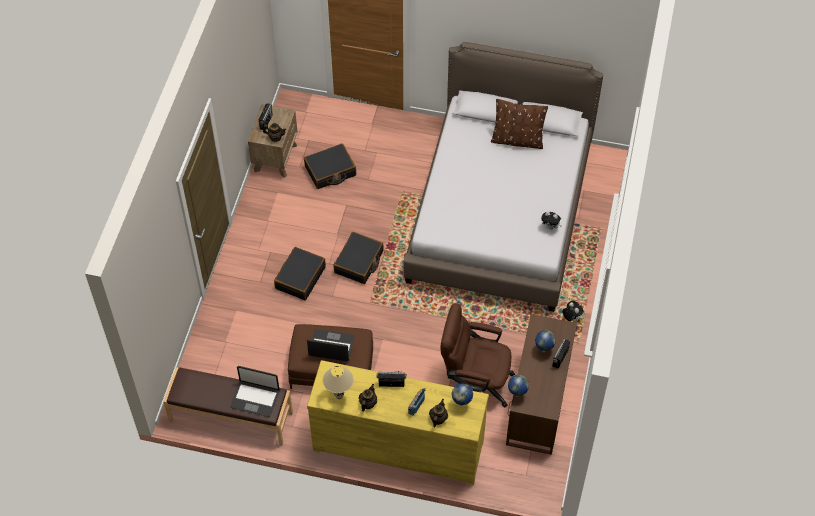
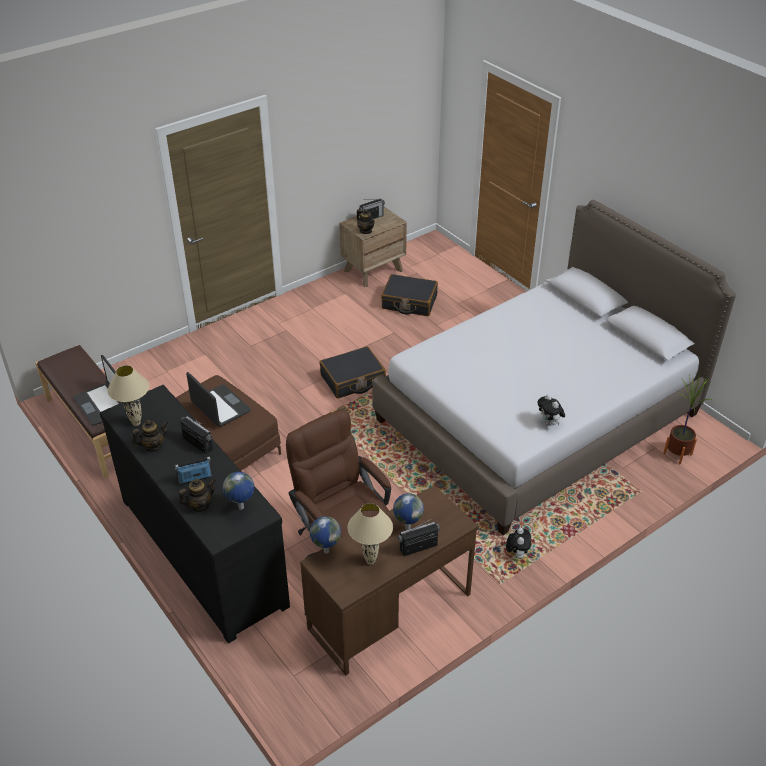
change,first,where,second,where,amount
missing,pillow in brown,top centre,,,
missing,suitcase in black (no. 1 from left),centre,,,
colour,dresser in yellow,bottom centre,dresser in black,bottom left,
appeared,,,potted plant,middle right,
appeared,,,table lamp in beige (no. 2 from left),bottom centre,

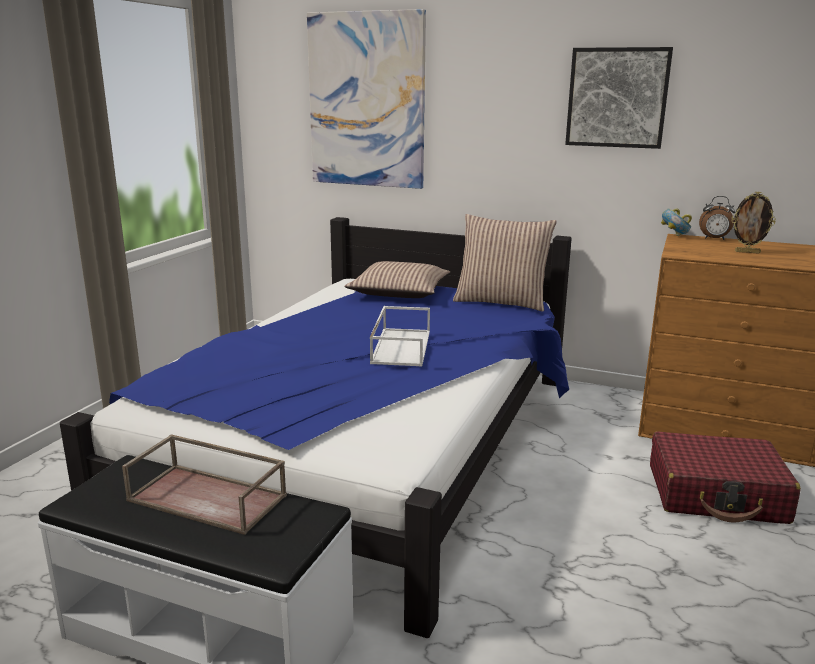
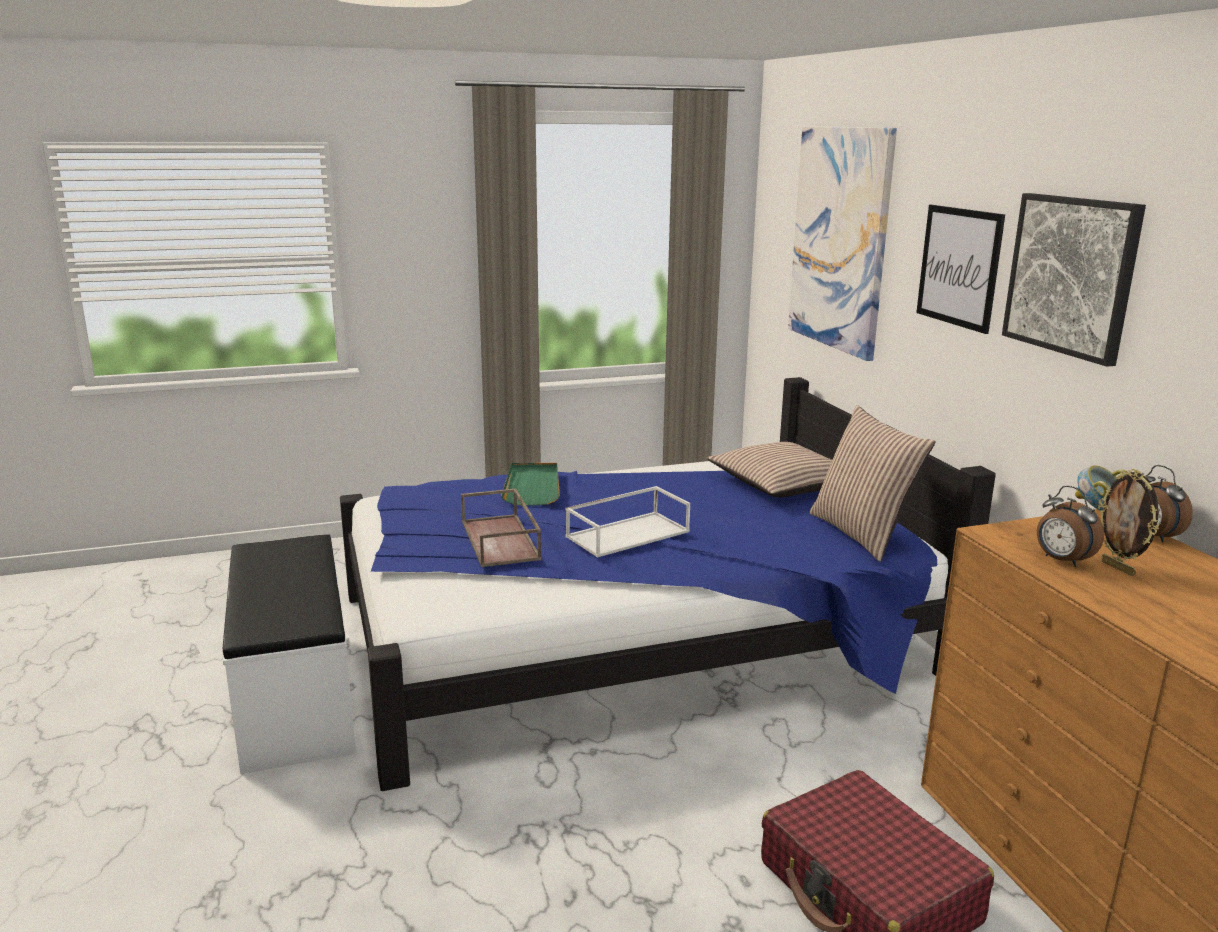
change,first,where,second,where,amount
relocated,tray in brown,bottom left,,centre,
appeared,,,picture (no. 2 from left),top right,
appeared,,,tray in green,centre,
appeared,,,alarm clock (no. 1 from left),middle right,

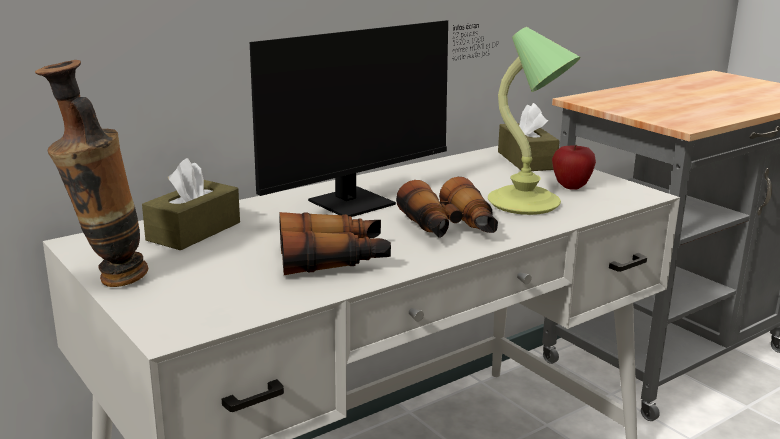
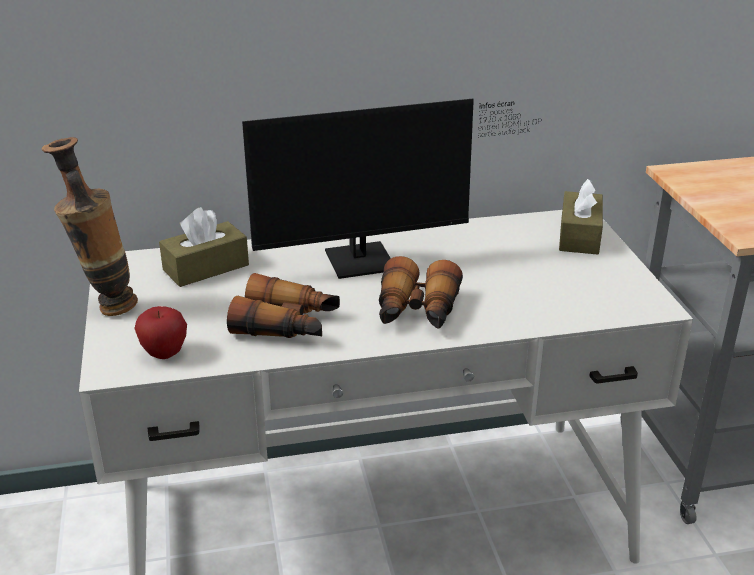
change,first,where,second,where,amount
missing,table lamp,top right,,,
relocated,apple,middle right,,middle left,

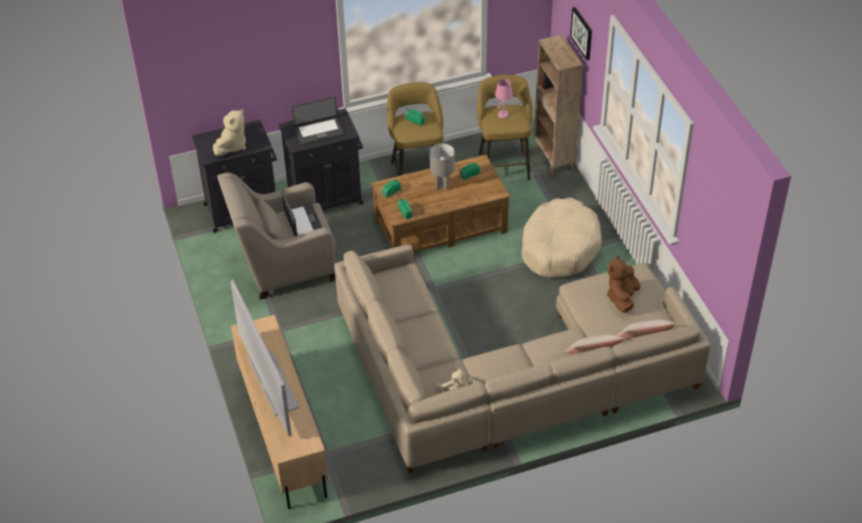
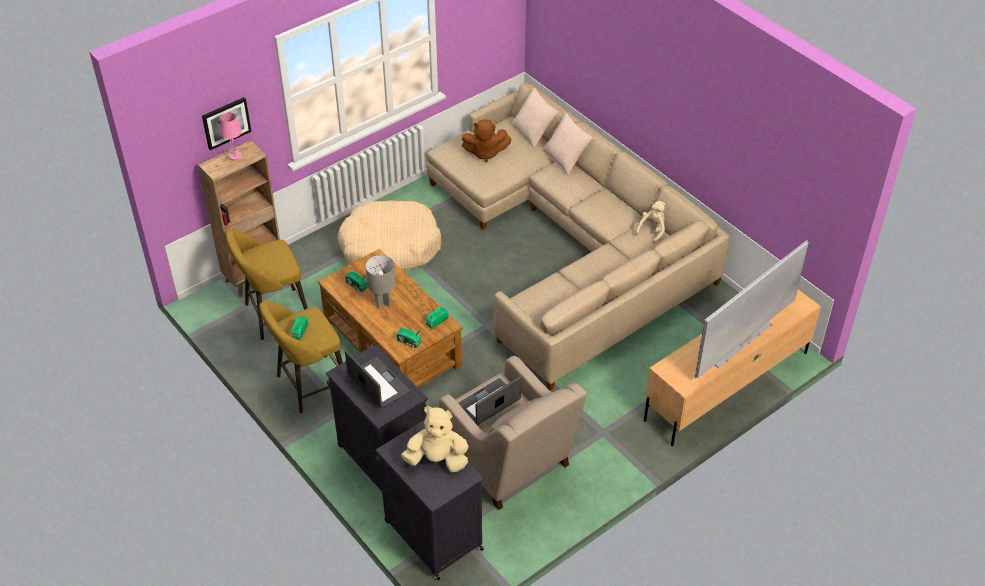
change,first,where,second,where,amount
relocated,table lamp in pink,top centre,,top left,

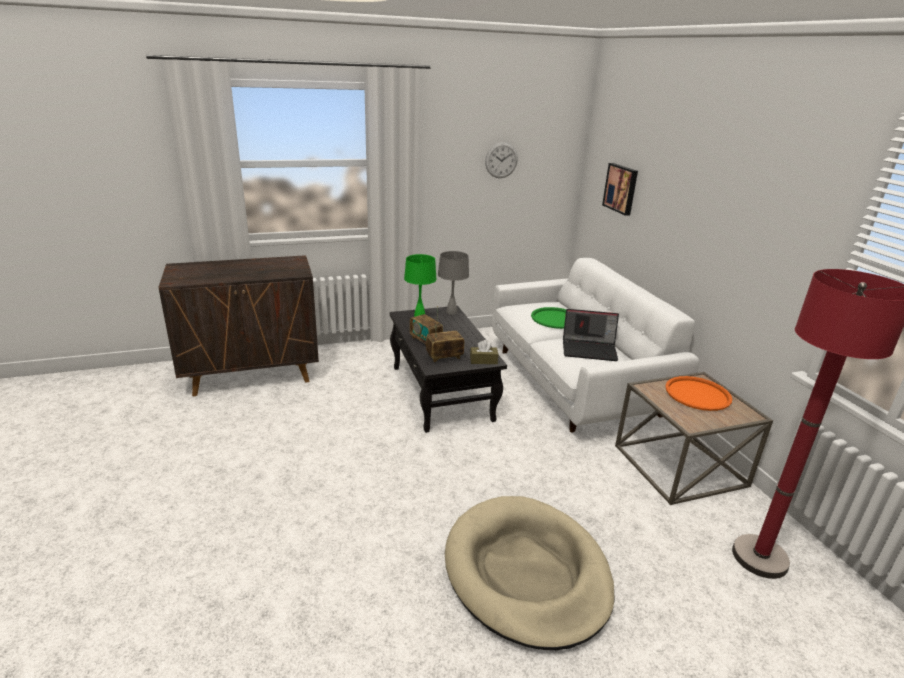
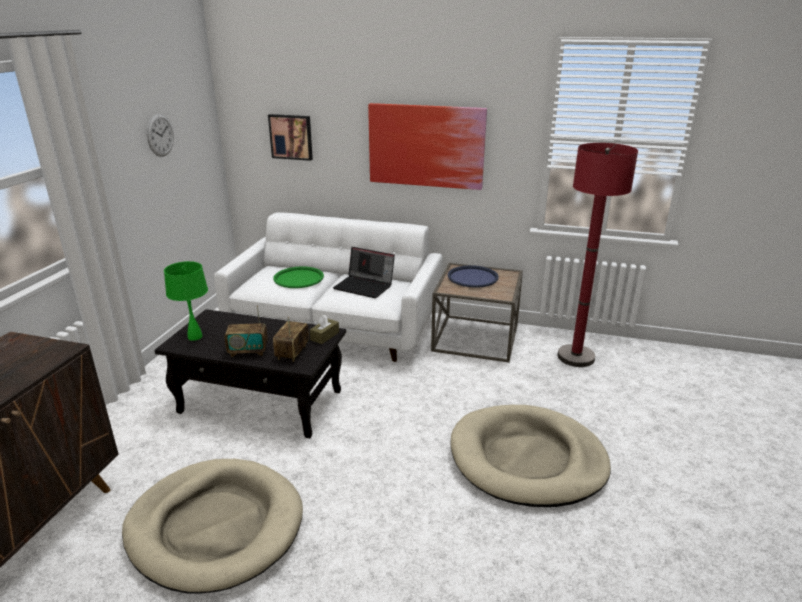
change,first,where,second,where,amount
missing,table lamp in grey,centre,,,
spun,laptop,centre,,centre,75 degrees clockwise
colour,tray in orange,middle right,tray in blue,centre,
appeared,,,picture (no. 2 from left),top centre,
appeared,,,dog bed in beige (no. 1 from left),bottom left,

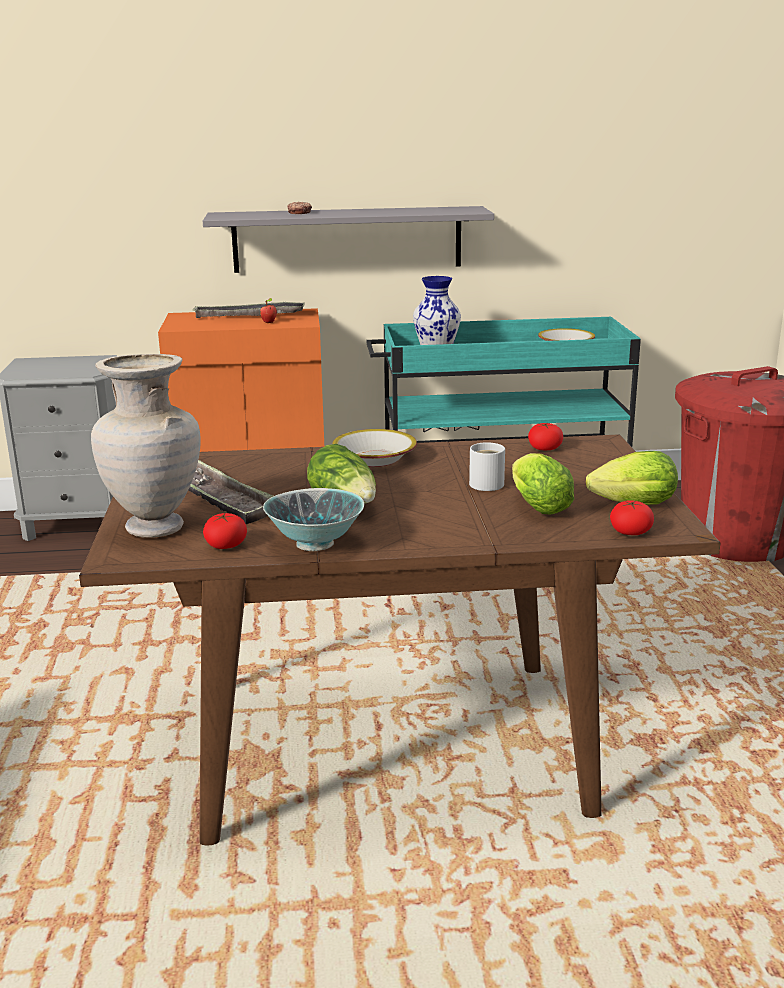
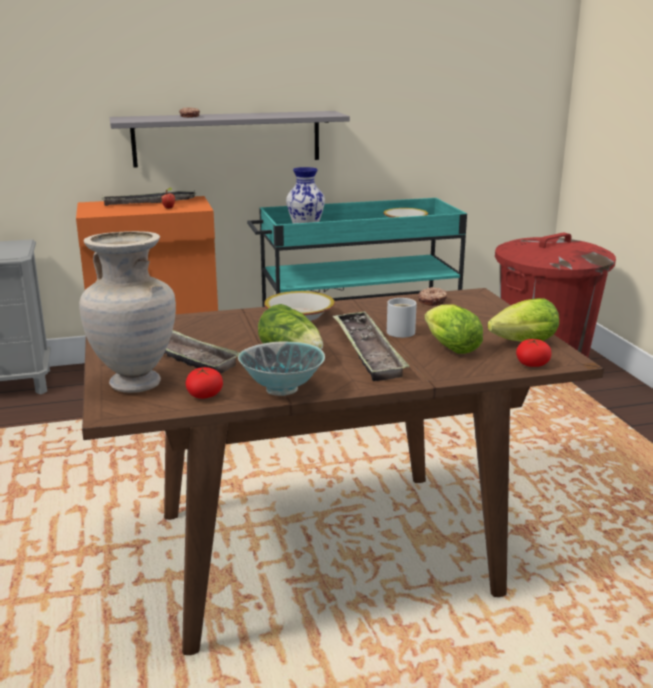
change,first,where,second,where,amount
exchanged,tomato (no. 2 from left),middle right,donut (no. 2 from left),centre,
appeared,,,tray (no. 3 from left),centre,

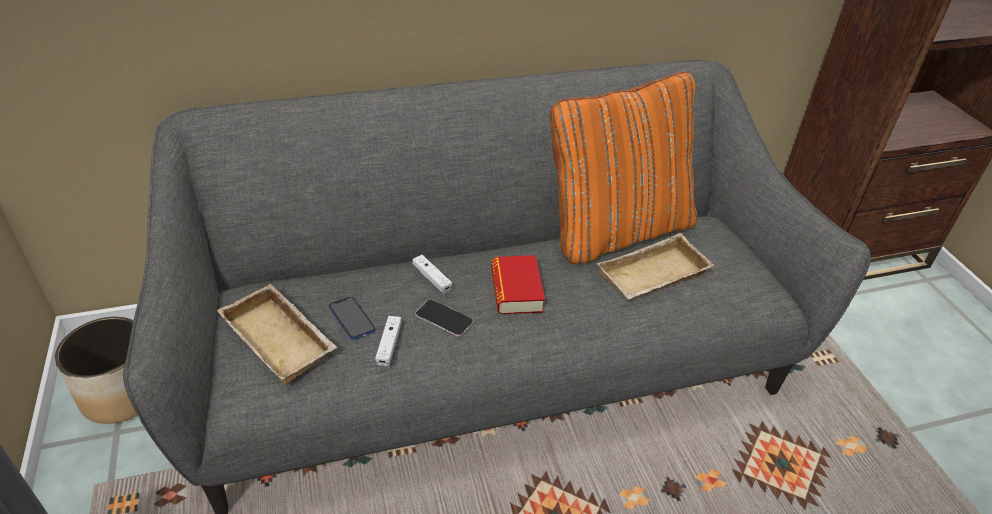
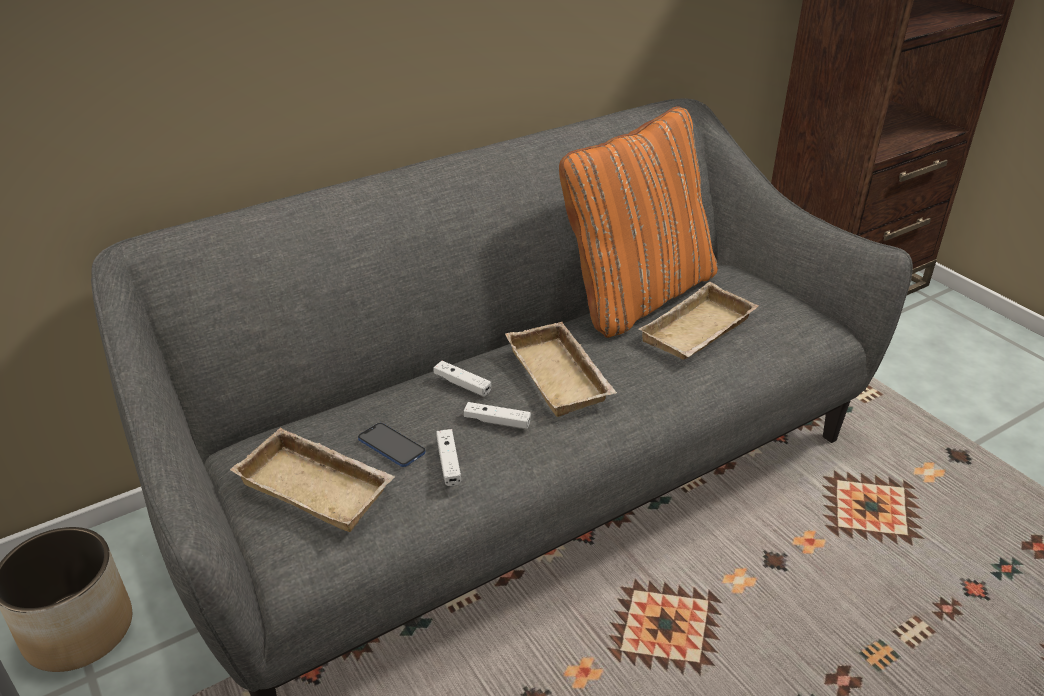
change,first,where,second,where,amount
exchanged,book,centre,tray in beige (no. 2 from left),centre,
exchanged,phone (no. 2 from left),centre,game controller in white (no. 3 from left),centre,

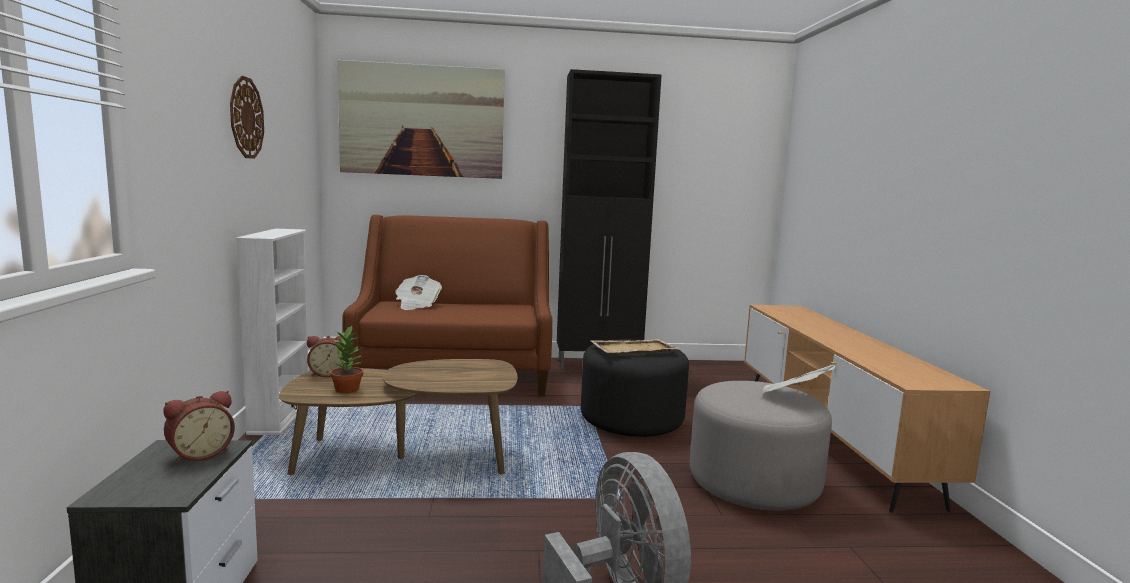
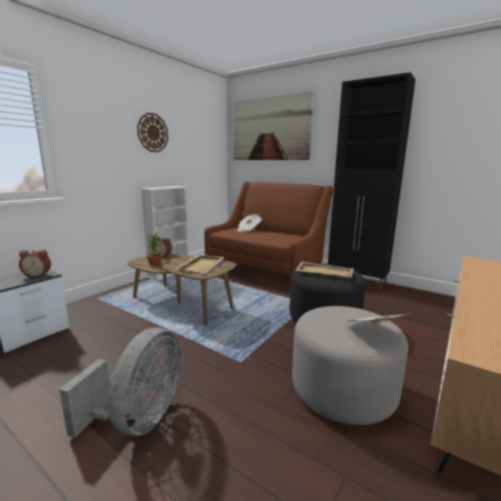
change,first,where,second,where,amount
appeared,,,tray in beige (no. 1 from left),centre,

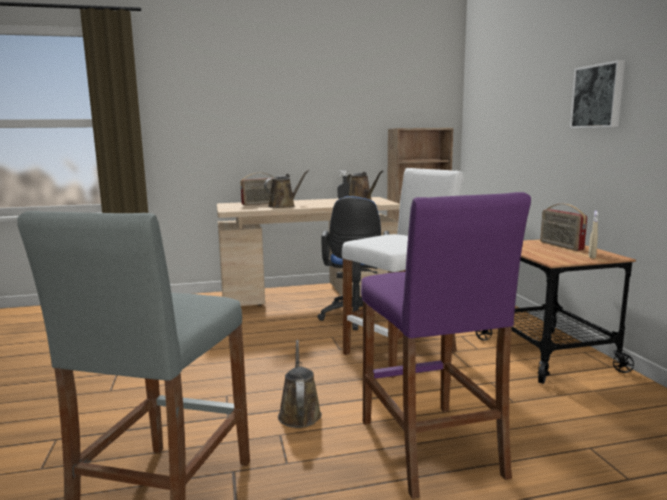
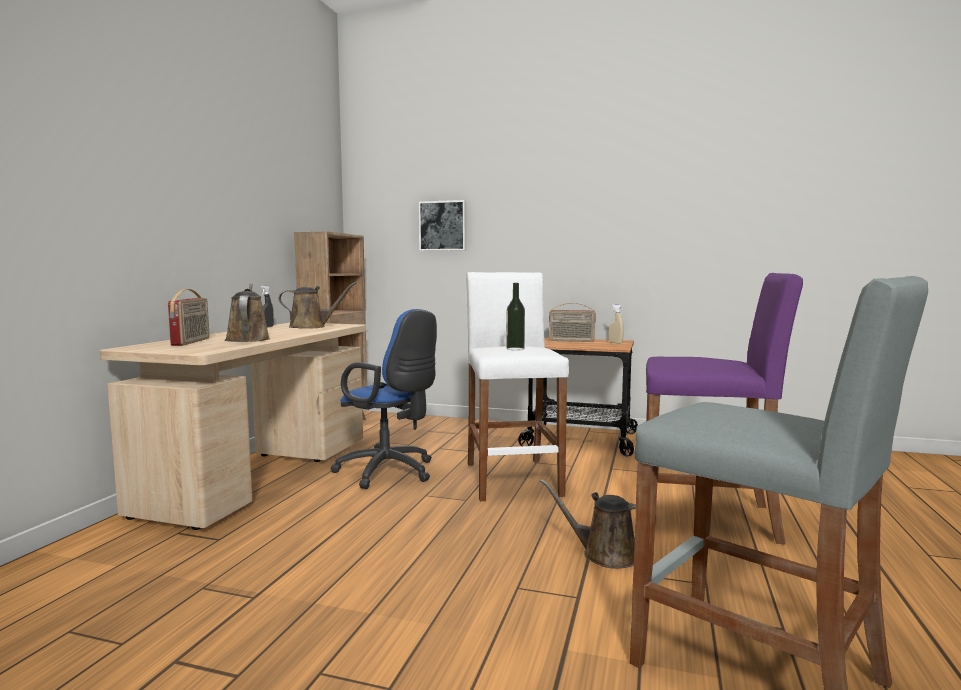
change,first,where,second,where,amount
relocated,picture,top right,,top centre,
appeared,,,bottle,centre,

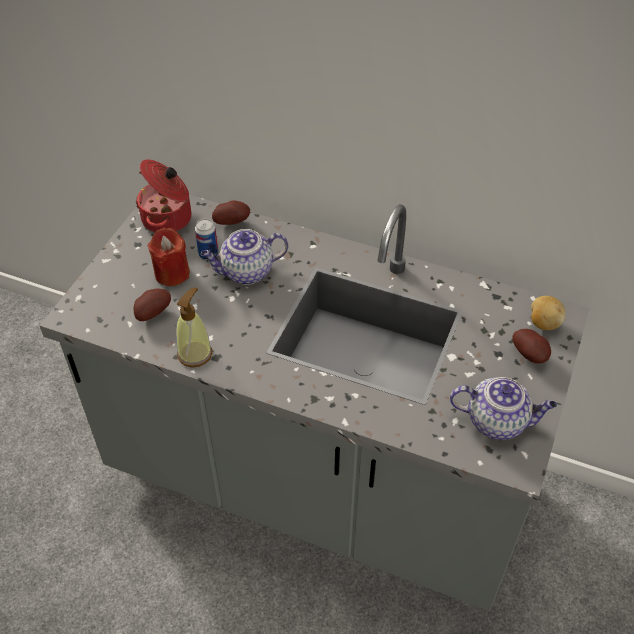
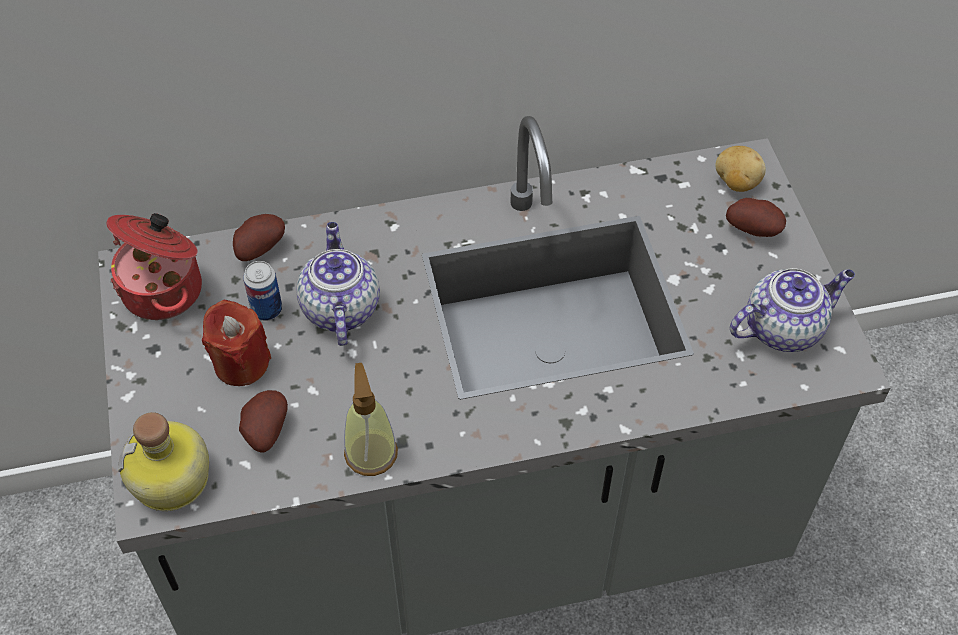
change,first,where,second,where,amount
spun,teapot (no. 1 from left),centre,,centre,135 degrees clockwise
appeared,,,bottle,bottom left,

